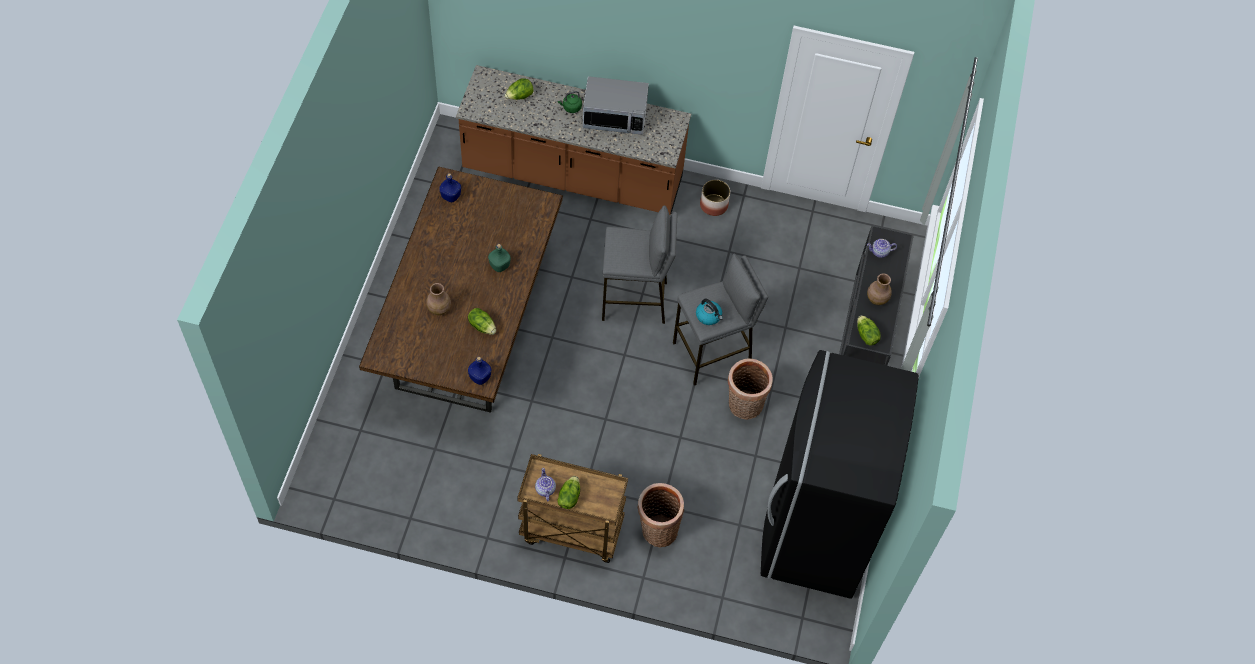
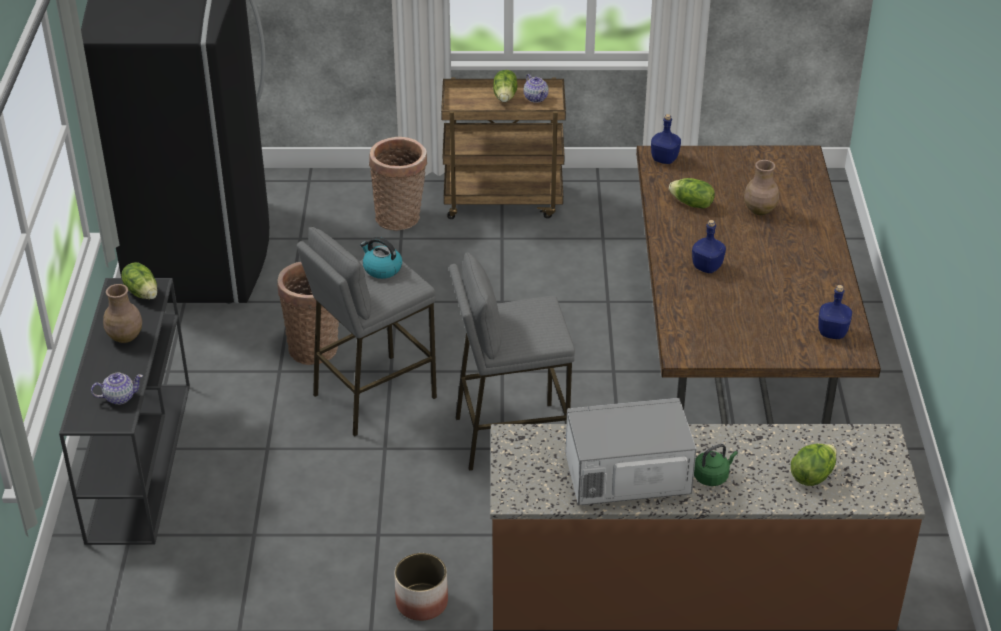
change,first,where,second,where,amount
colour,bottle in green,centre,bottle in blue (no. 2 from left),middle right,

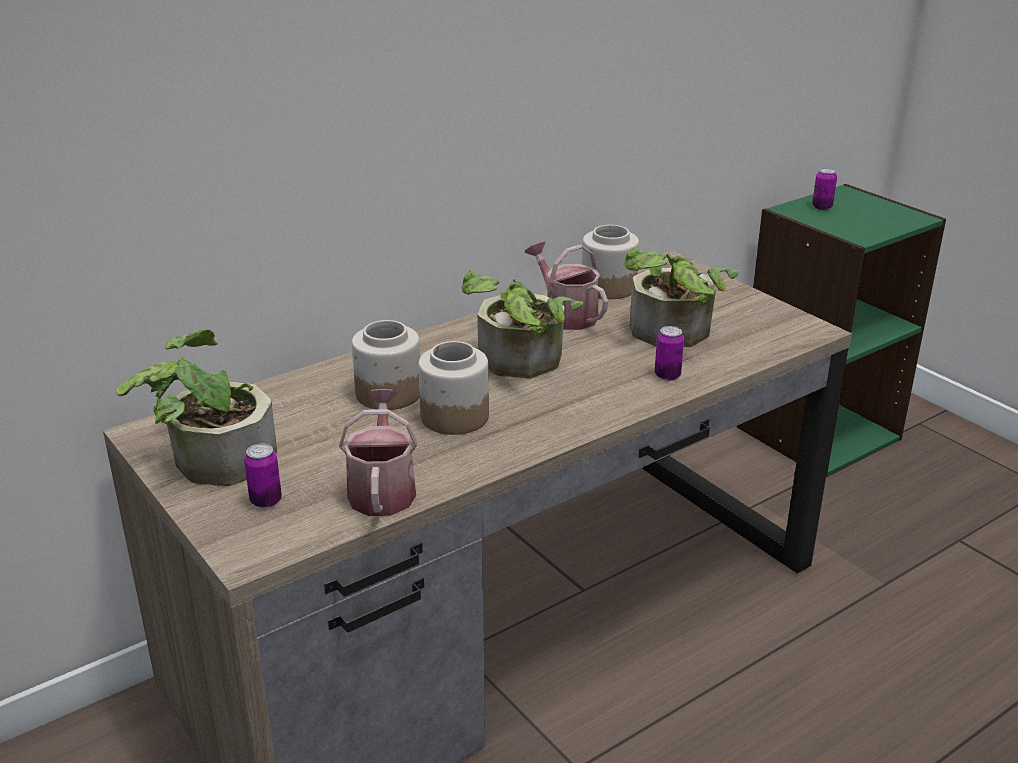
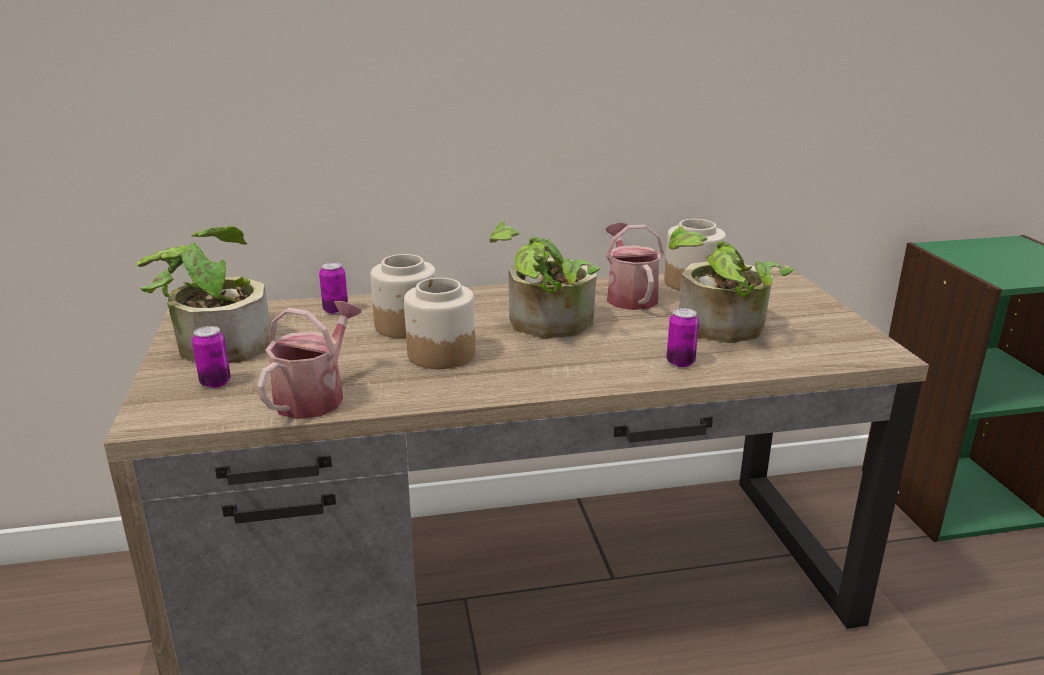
change,first,where,second,where,amount
relocated,can (no. 3 from left in the first image),top right,can (no. 2 from left),middle left,

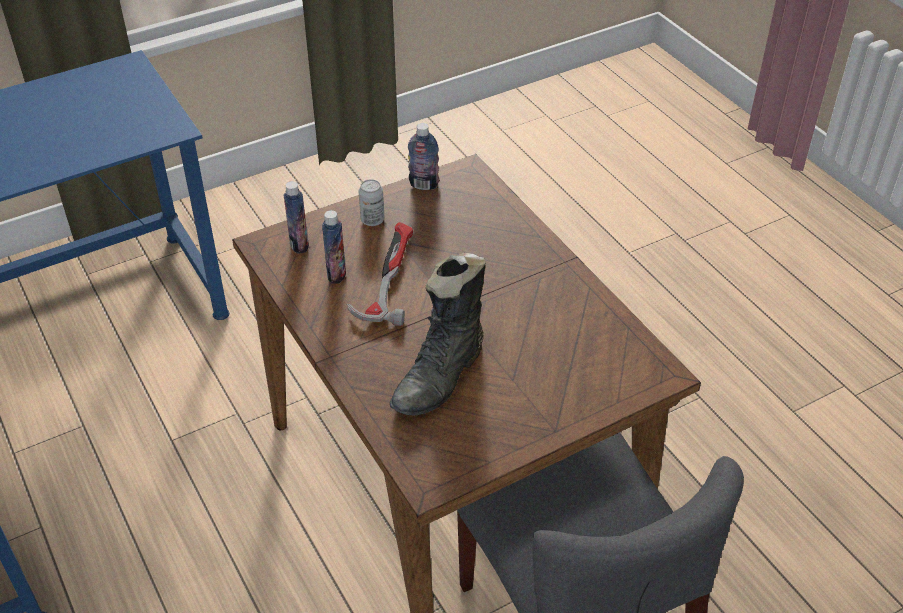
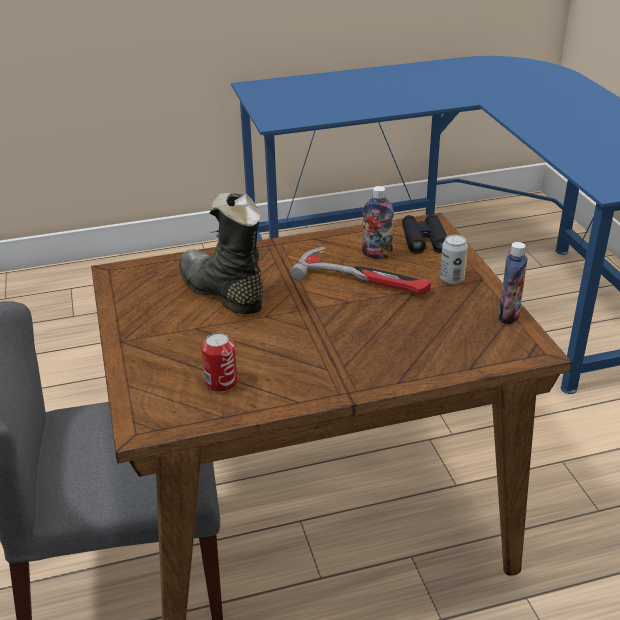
change,first,where,second,where,amount
exchanged,bottle (no. 1 from left),middle left,binoculars in black,middle right,
appeared,,,can (no. 1 from left),centre,

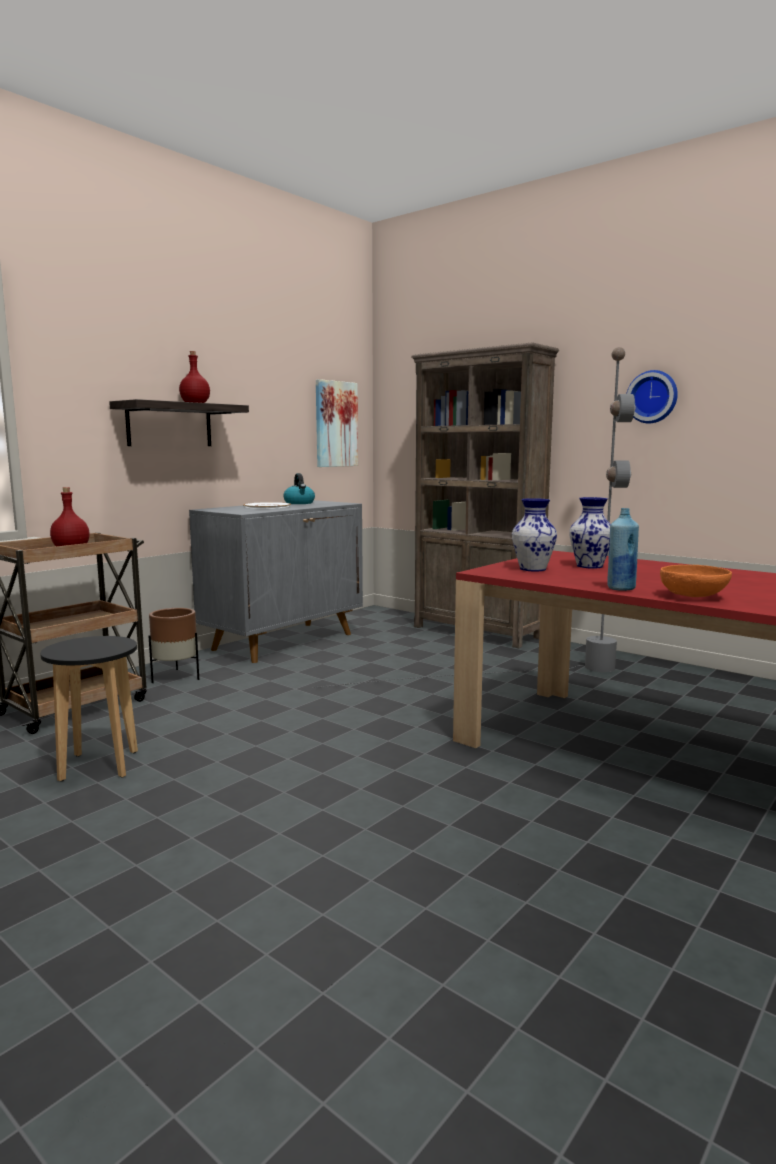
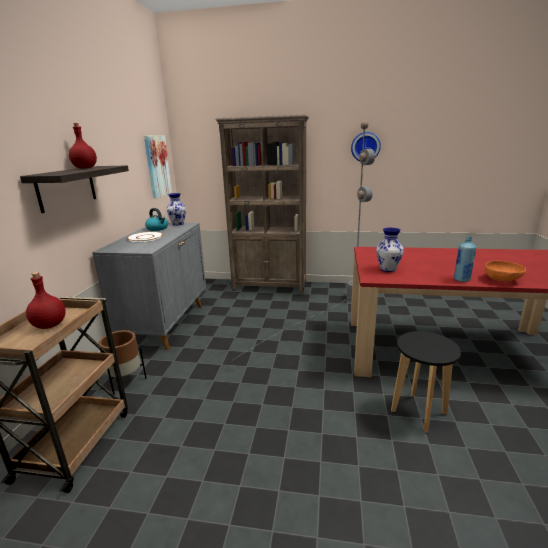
change,first,where,second,where,amount
relocated,vase (no. 2 from left in the first image),middle right,vase (no. 1 from left),middle left,
relocated,stool in black,middle left,,bottom right,

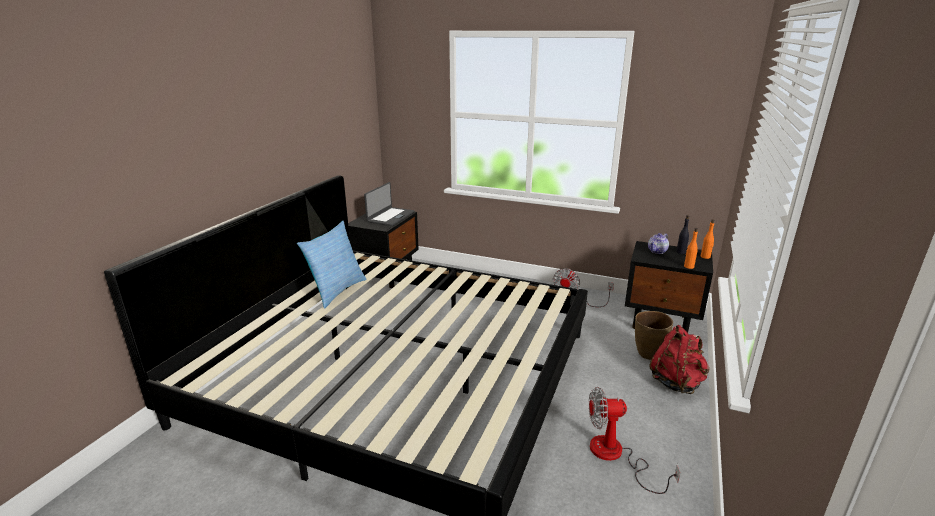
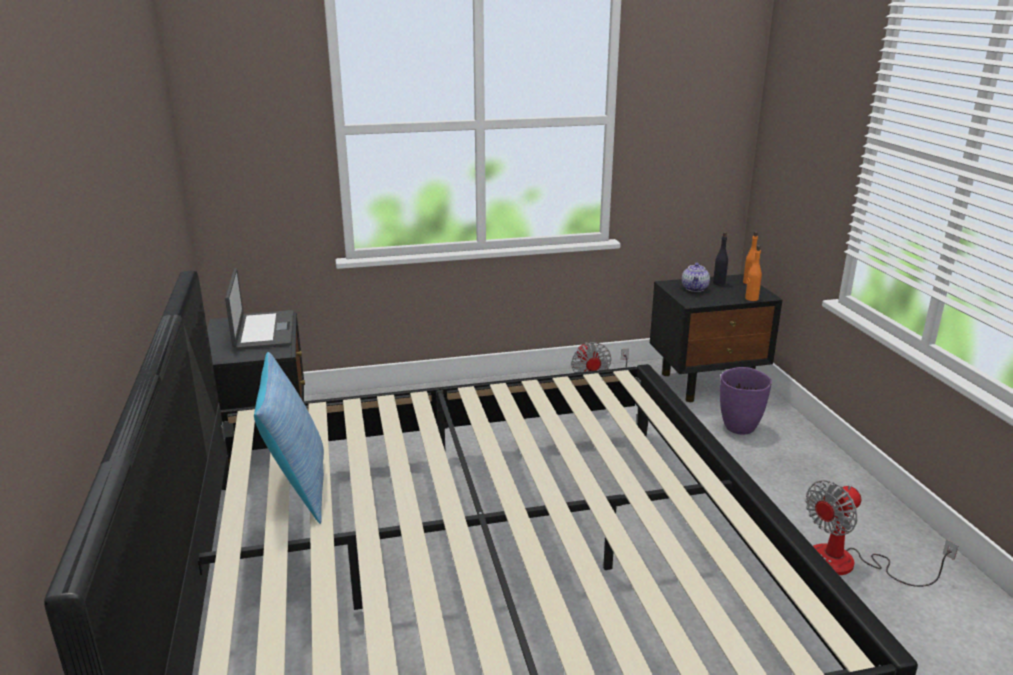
change,first,where,second,where,amount
colour,vase in brown,middle right,vase in purple,middle right,
missing,backpack in red,bottom right,,,

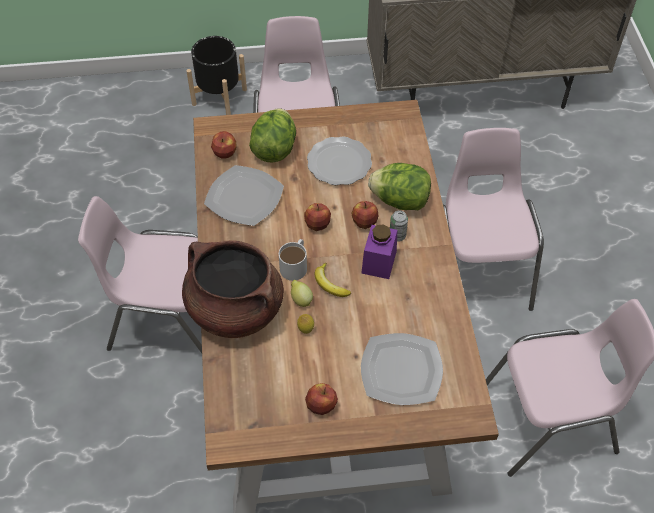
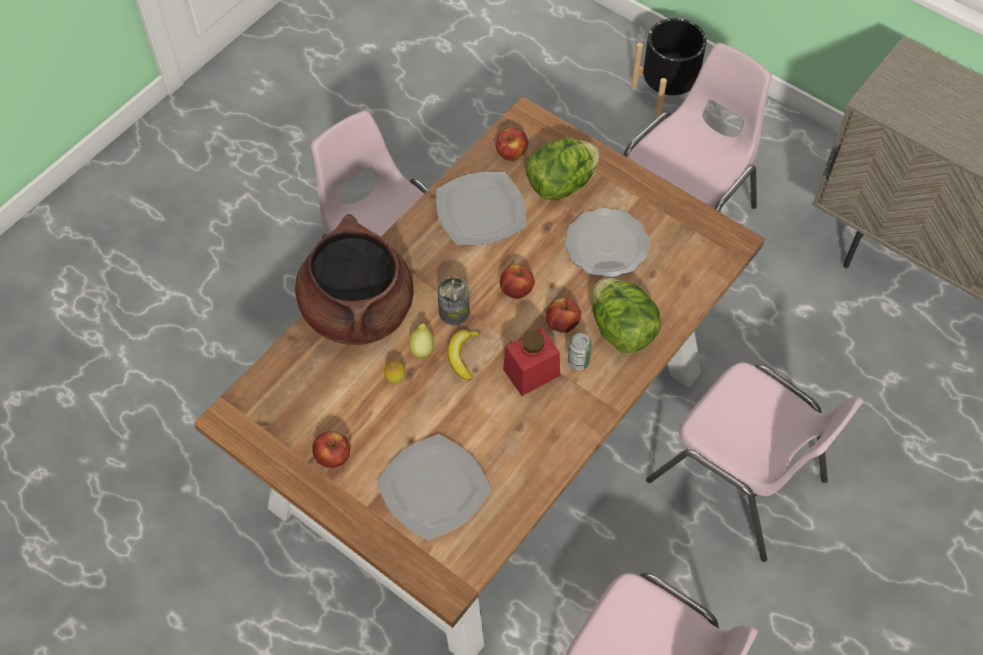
change,first,where,second,where,amount
spun,chair in pink (no. 3 from left in the first image),middle right,chair in pink (no. 4 from left),bottom right,90 degrees clockwise
colour,jar in purple,centre,jar in red,centre,
exchanged,mug in white,centre,can (no. 1 from left),centre,

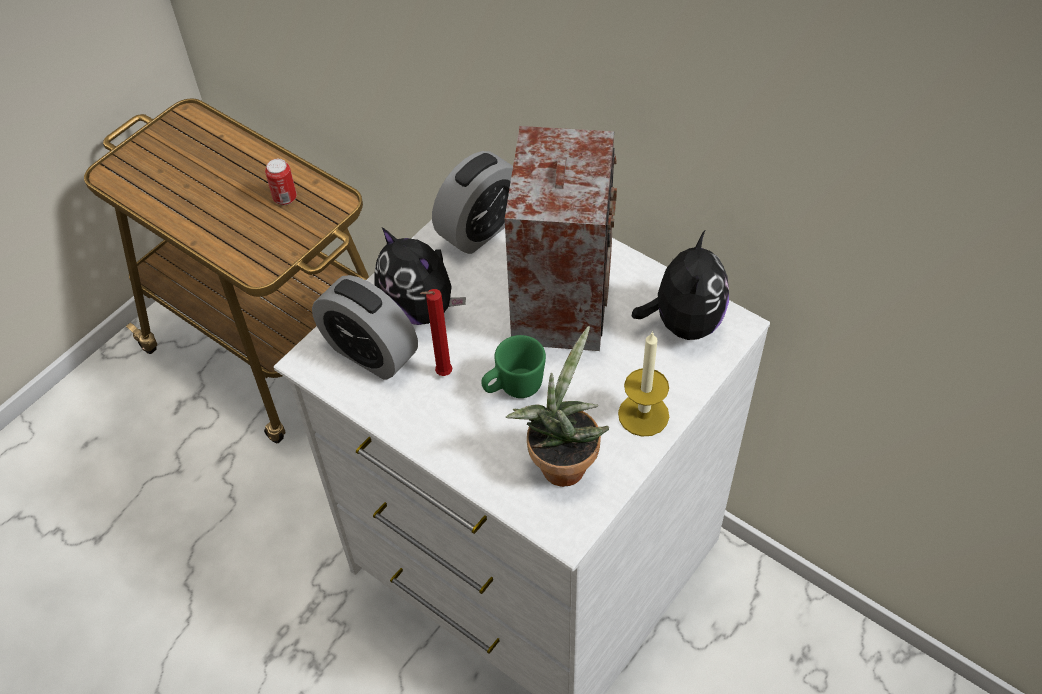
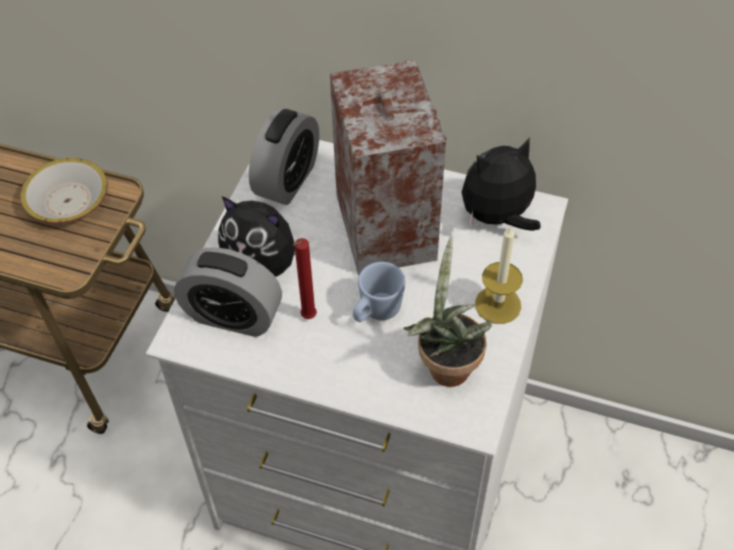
change,first,where,second,where,amount
exchanged,can,top left,bowl,middle left,
spun,plush toy (no. 2 from left),centre,,middle right,105 degrees counterclockwise
colour,mug in green,centre,mug in blue,centre,

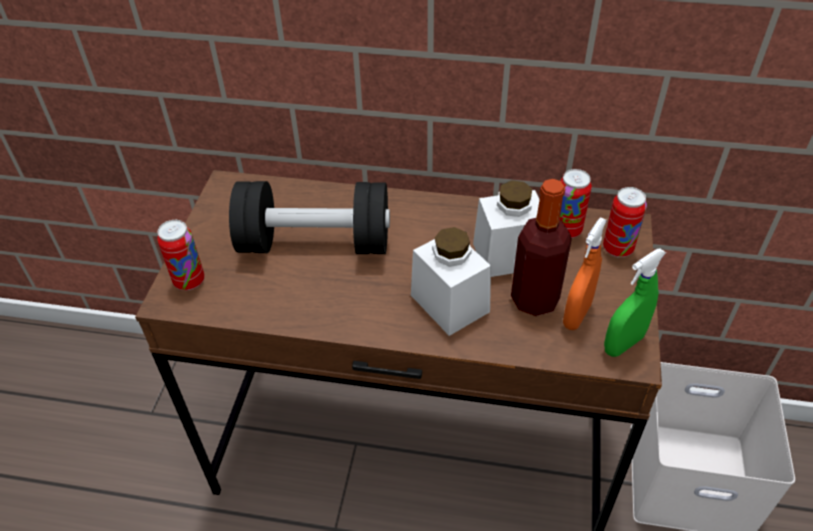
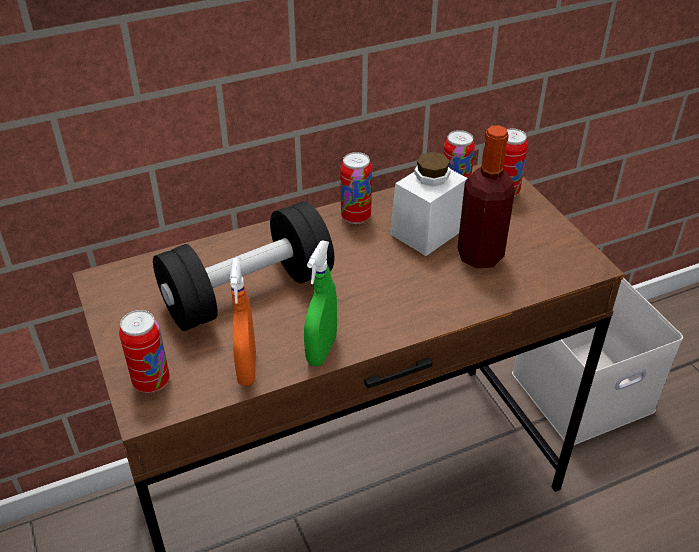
change,first,where,second,where,amount
relocated,spray bottle in orange,middle right,,centre,
missing,jar in white (no. 1 from left),centre,,,
relocated,spray bottle in green,middle right,,centre,
appeared,,,can (no. 2 from left),centre,

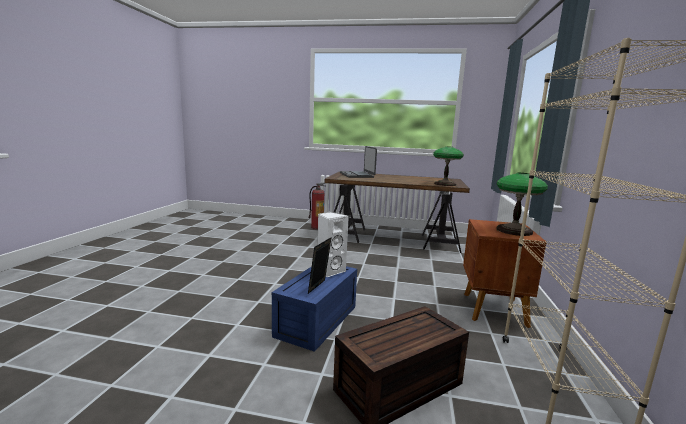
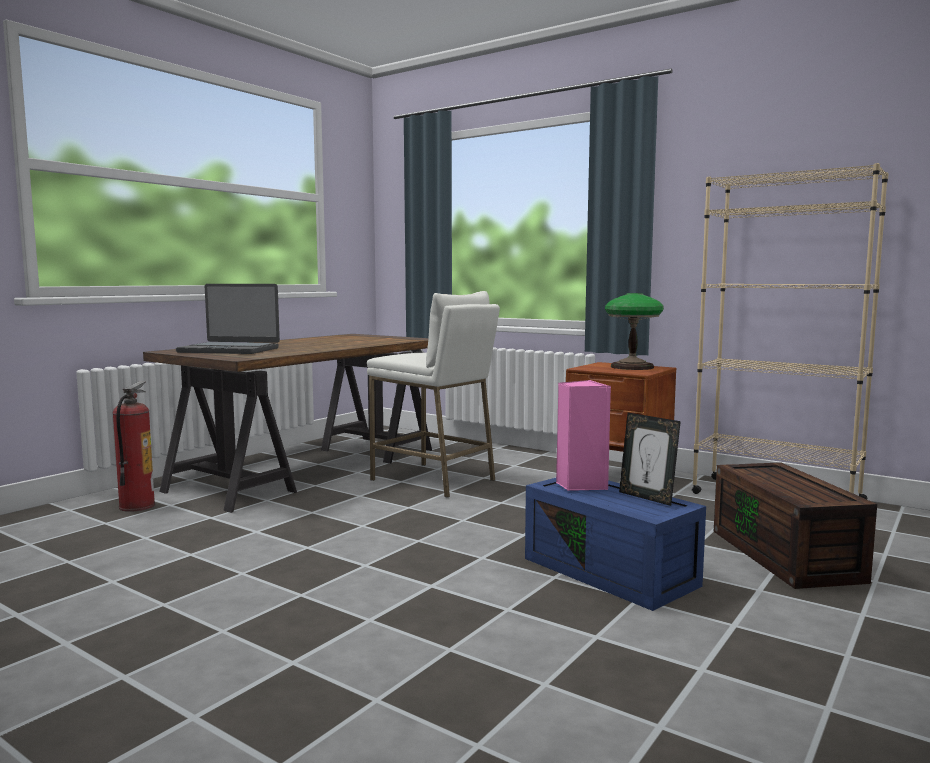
change,first,where,second,where,amount
missing,table lamp (no. 1 from left),centre,,,
colour,speaker in white,centre,speaker in pink,centre,
appeared,,,stool in white,centre,

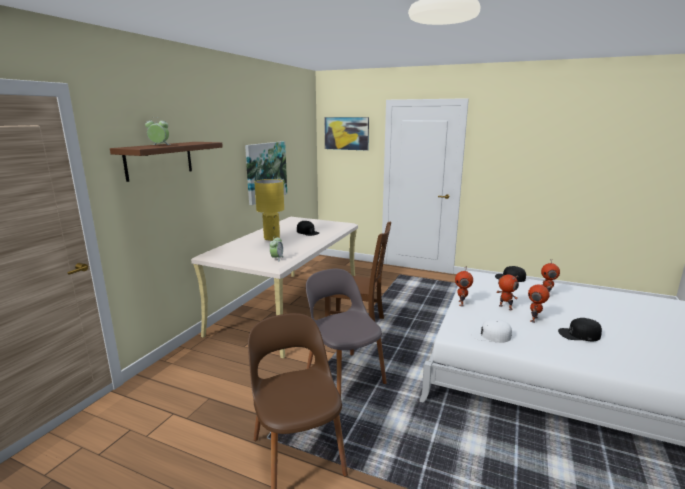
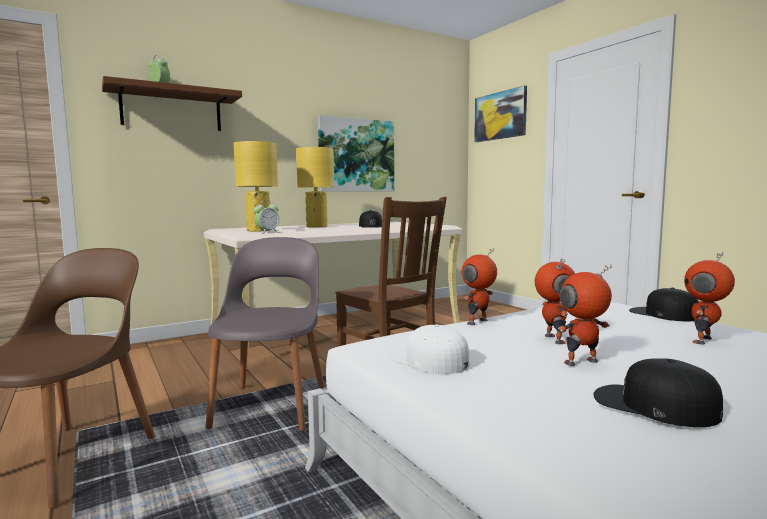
change,first,where,second,where,amount
appeared,,,table lamp in yellow (no. 1 from left),centre,

